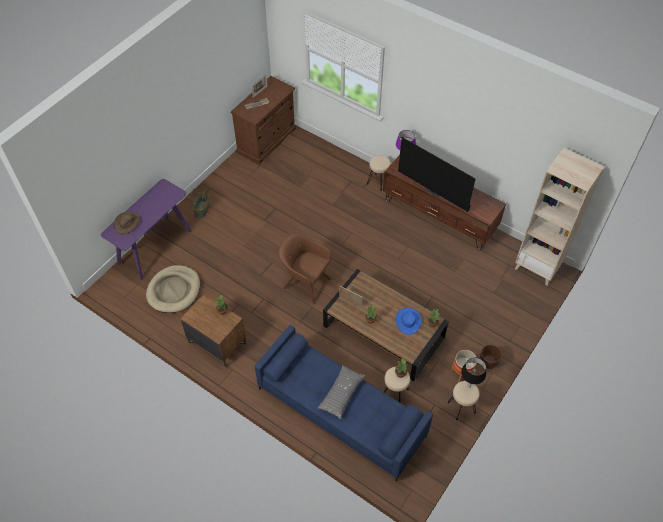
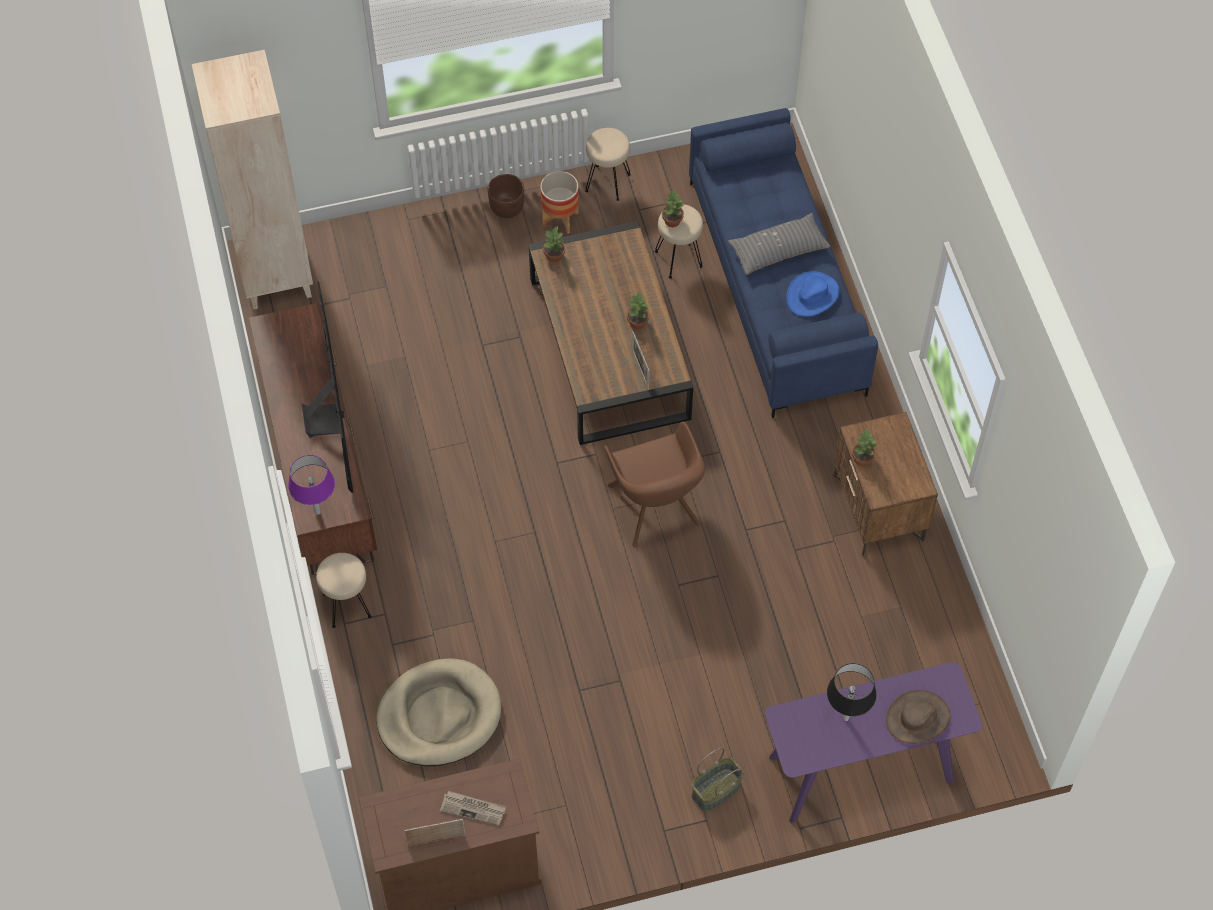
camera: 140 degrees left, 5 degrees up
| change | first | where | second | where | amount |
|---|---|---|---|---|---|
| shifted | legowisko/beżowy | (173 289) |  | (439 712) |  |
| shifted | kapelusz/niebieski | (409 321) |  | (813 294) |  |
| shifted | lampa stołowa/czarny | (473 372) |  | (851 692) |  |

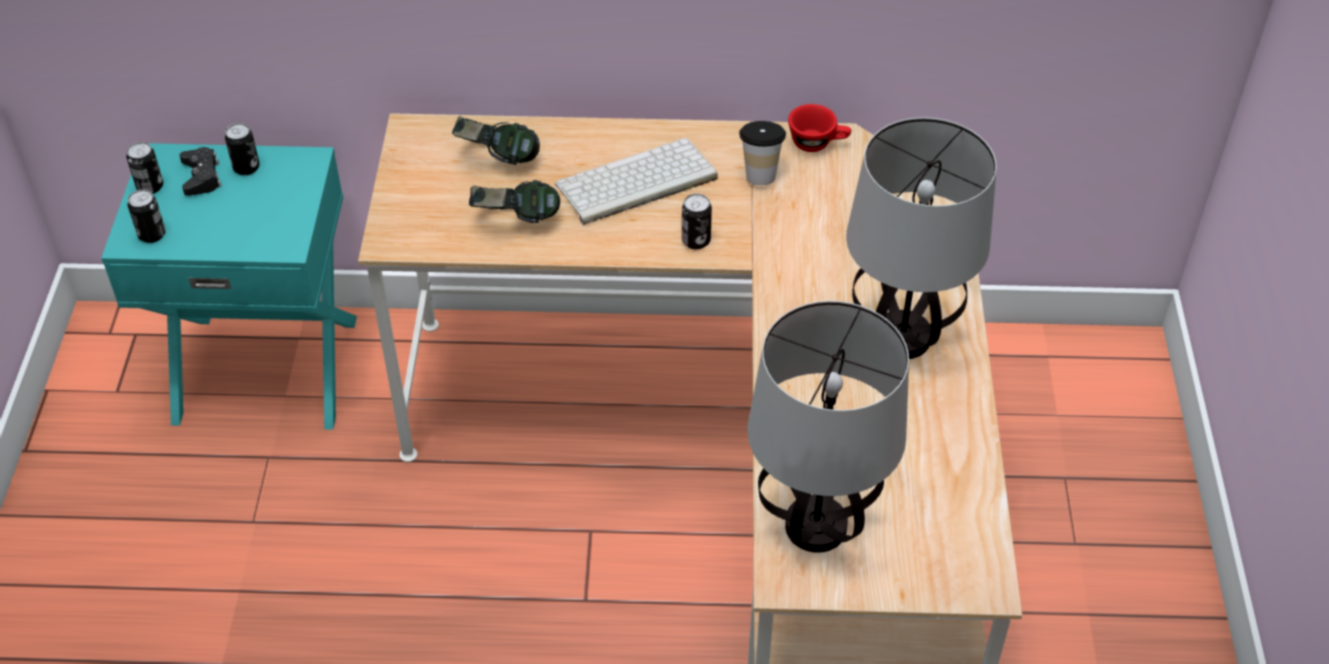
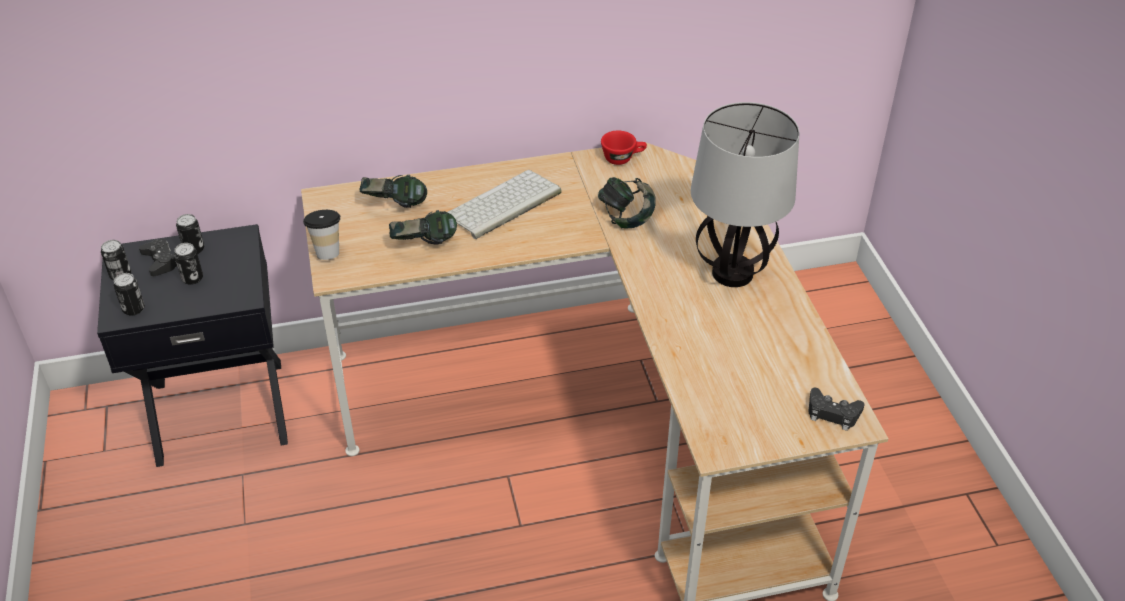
camera: 15 degrees left, 5 degrees down
| change | first | where | second | where | amount |
|---|---|---|---|---|---|
| repainted | szafka nocna/turkusowy | (229 286) | szafka nocna/czarny | (192 345) |  |
| shifted | puszka | (697 221) |  | (188 264) |  |
| shifted | filiżanka | (762 153) |  | (321 235) |  |
| gone | lampa stołowa | (828 427) |  |  |  |
| new |  |  | słuchawki | (627 202) |  |
| new |  |  | pad do gier/czarny | (836 409) |  |

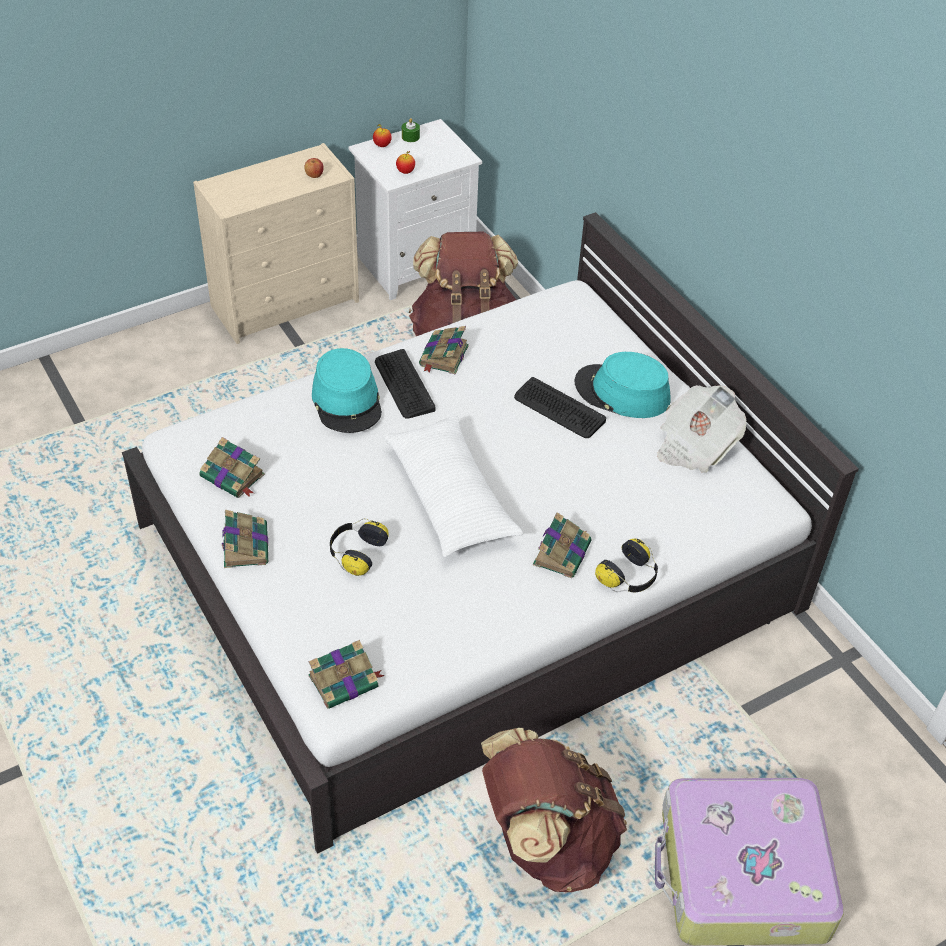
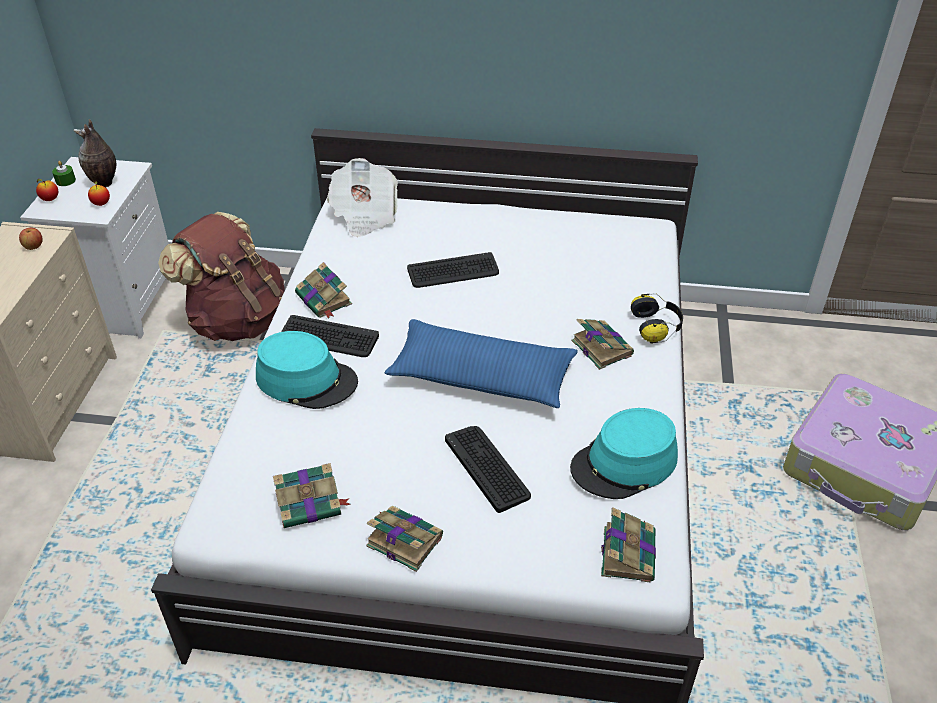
camera: 50 degrees left, 5 degrees down
| change | first | where | second | where | amount |
|---|---|---|---|---|---|
| swapped | słuchawki | (359 547) | klawiatura | (488 469) |  |
| repainted | poduszka/biały | (453 486) | poduszka/niebieski | (481 363) |  |
| gone | plecak/brązowy | (554 810) |  |  |  |
| shifted | kapelusz/turkusowy | (622 385) |  | (624 453) |  |
| shifted | gazeta | (701 429) |  | (362 197) |  |
| new |  |  | wazon | (95 153) |  |

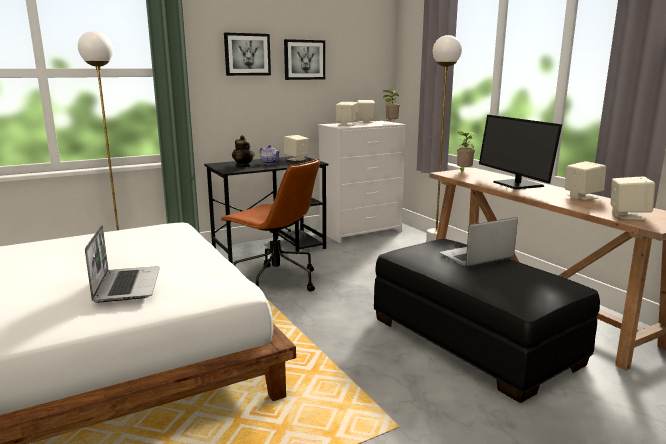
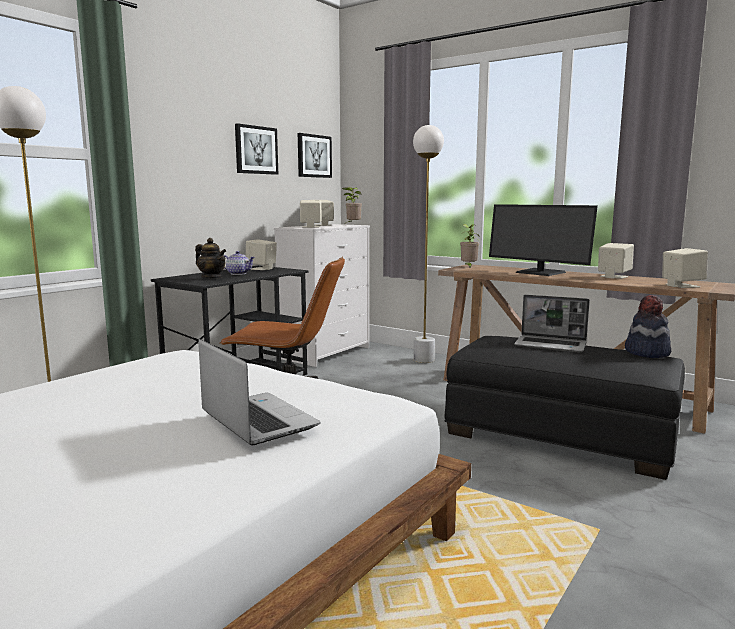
camera: 25 degrees left, 5 degrees down
| change | first | where | second | where | amount |
|---|---|---|---|---|---|
| shifted | obraz | (247 54) |  | (315 155) |  |
| rotated | laptop | (478 242) |  | (552 324) | 105 degrees counterclockwise |
| new |  |  | kapelusz | (648 326) |  |

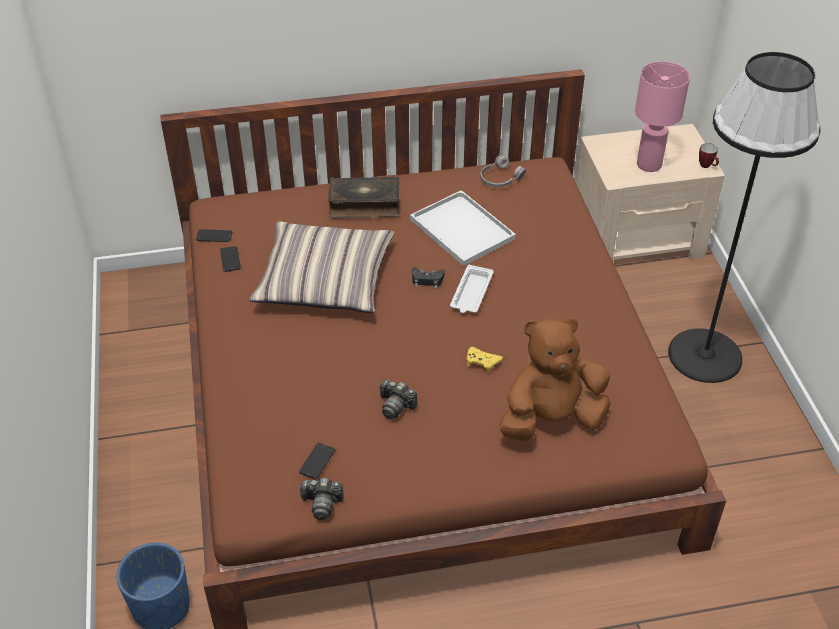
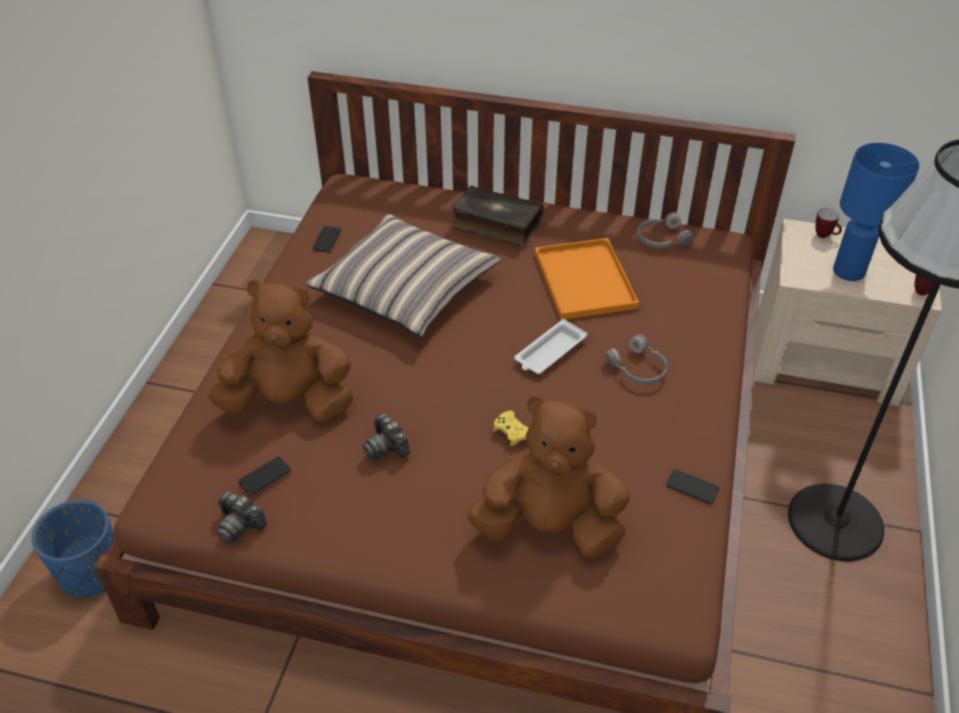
camera: 25 degrees right, 0 degrees up
| change | first | where | second | where | amount |
|---|---|---|---|---|---|
| shifted | telefon | (214 235) |  | (693 486) |  |
| repainted | taca/biały | (463 228) | taca/pomarańczowy | (587 279) |  |
| gone | pad do gier/czarny | (428 277) |  |  |  |
| repainted | lampa stołowa/różowy | (662 116) | lampa stołowa/niebieski | (876 212) |  |
| new |  |  | pluszak/brązowy | (280 351) |  |
| new |  |  | słuchawki/szary | (636 359) |  |
| new |  |  | kubek | (828 223) |  |

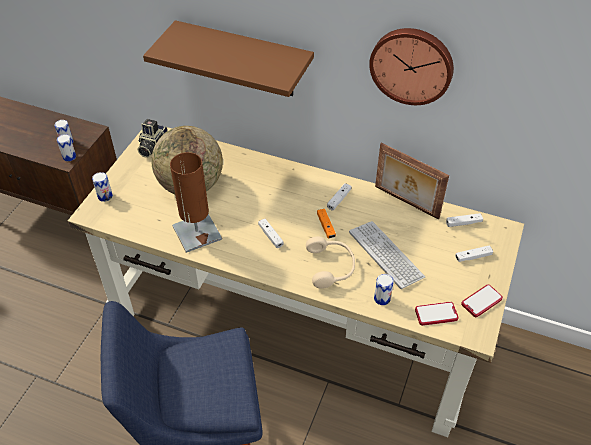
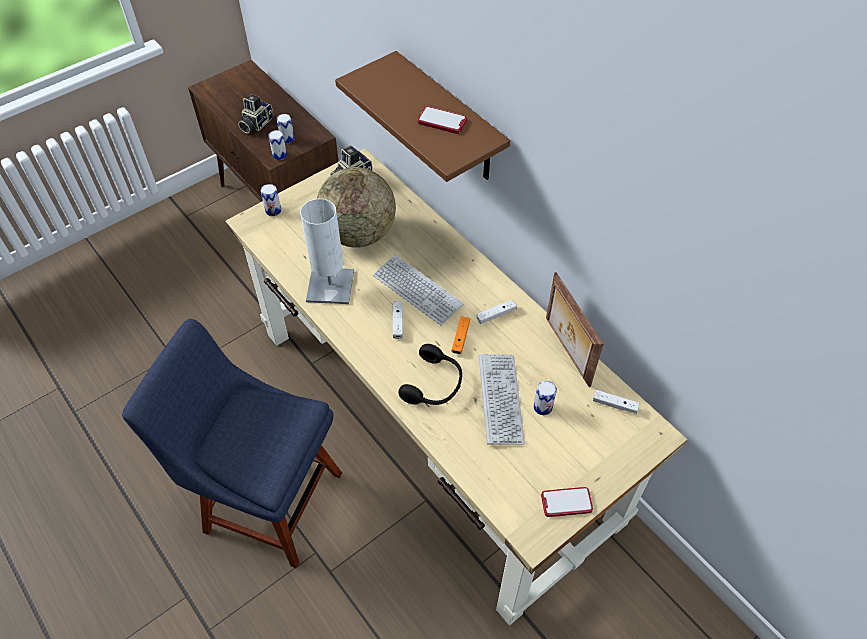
camera: 30 degrees right, 5 degrees up
| change | first | where | second | where | amount |
|---|---|---|---|---|---|
| repainted | lampa stołowa/brązowy | (196 202) | lampa stołowa/biały | (327 251) |  |
| repainted | słuchawki/beżowy | (330 262) | słuchawki/czarny | (430 374) |  |
| gone | zegar ścienny | (411 66) |  |  |  |
| shifted | puszka | (384 289) |  | (545 398) |  |
| shifted | telefon | (436 314) |  | (442 120) |  |
| gone | pad do gier/biały | (474 253) |  |  |  |
| new |  |  | aparat fotograficzny | (255 113) |  |
| new |  |  | klawiatura | (418 290) |  |

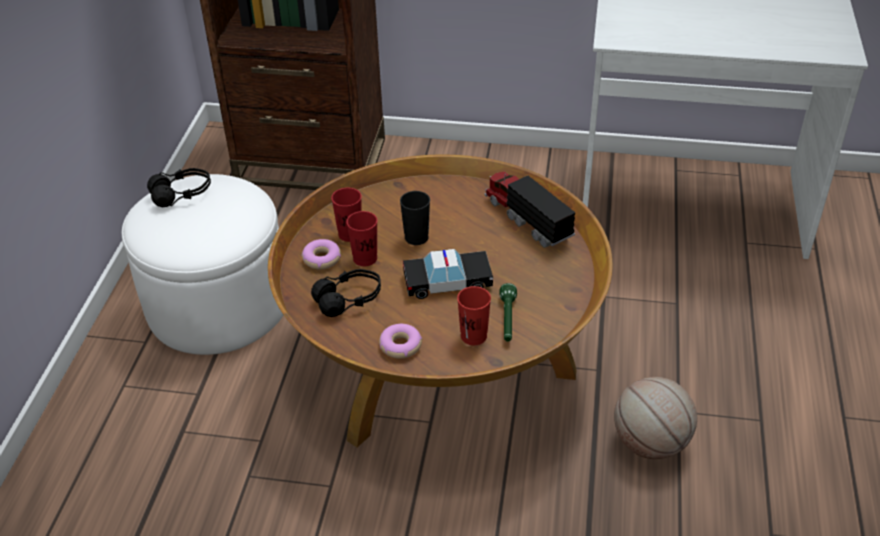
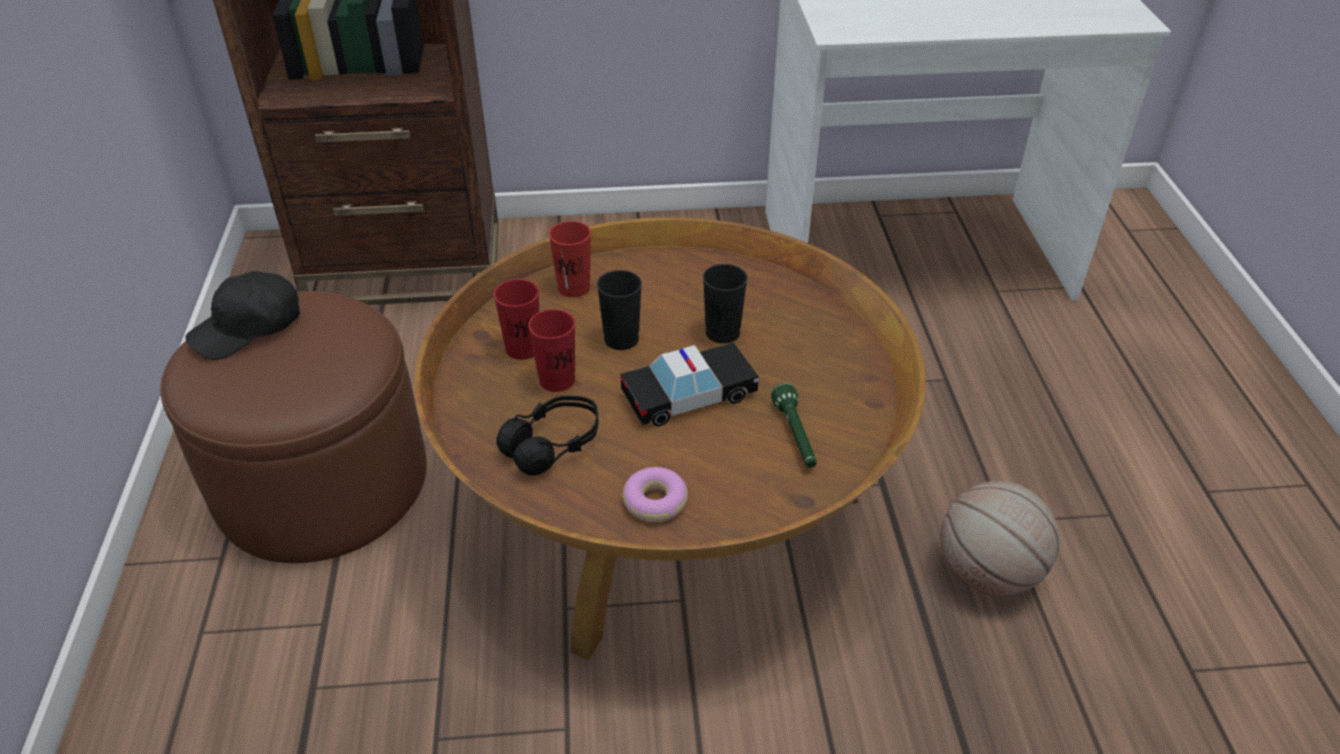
camera: 15 degrees left, 0 degrees up
| change | first | where | second | where | amount |
|---|---|---|---|---|---|
| repainted | pufa/biały | (202 264) | pufa/brązowy | (293 427) |  |
| swapped | słuchawki/czarny | (179 187) | czapka z daszkiem/czarny | (242 315) |  |
| gone | donut | (321 254) |  |  |  |
| shifted | filiżanka/czerwony | (474 315) |  | (570 259) |  |
| gone | ciężarówka zabawkowa | (530 209) |  |  |  |
| new |  |  | filiżanka/czarny | (725 304) |  |

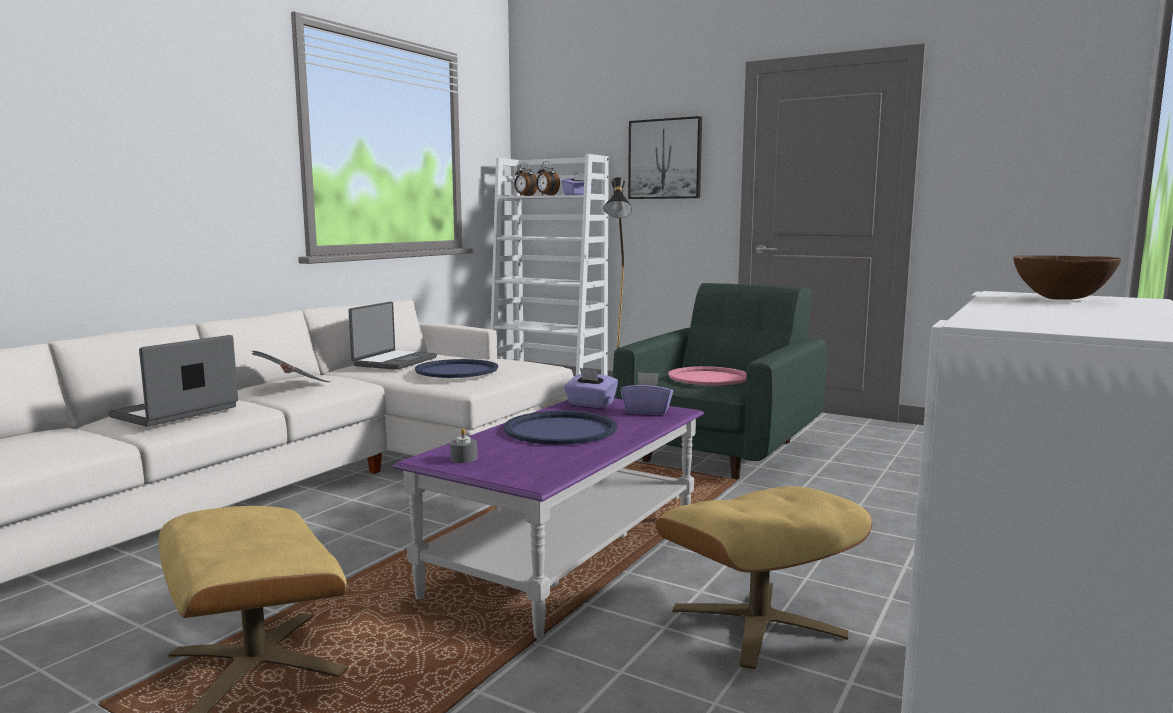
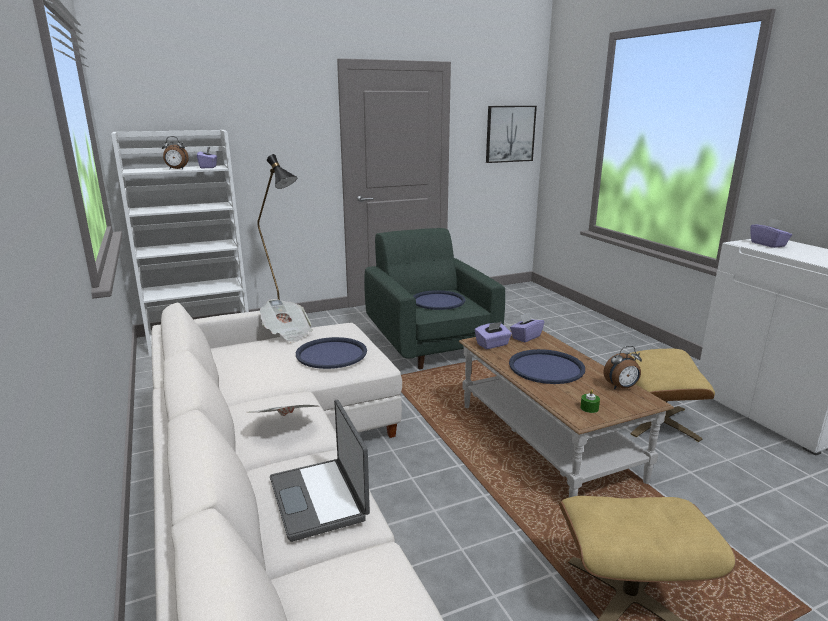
camera: 55 degrees left, 10 degrees up
| change | first | where | second | where | amount |
|---|---|---|---|---|---|
| gone | laptop | (392 335) |  |  |  |
| repainted | ława/fioletowy | (548 519) | ława/brązowy | (566 413) |  |
| repainted | świeca/szary | (463 445) | świeca/zielony | (590 401) |  |
| shifted | budzik | (525 179) |  | (623 367) |  |
| shifted | obraz | (665 157) |  | (511 134) |  |
| repainted | taca/różowy | (707 376) | taca/niebieski | (439 300) |  |
| swapped | miska/brązowy | (1067 277) | pudełko chusteczek/fioletowy | (771 233) |  |
| new |  |  | gazeta | (286 321) |  |

